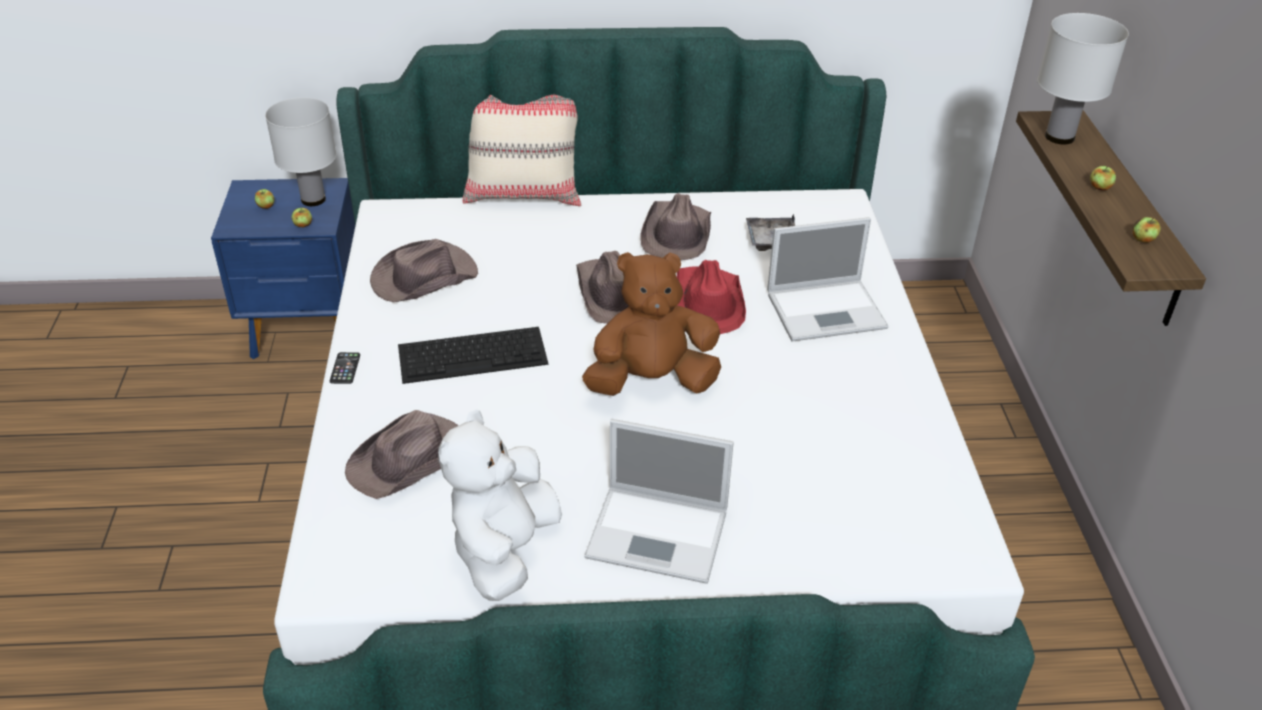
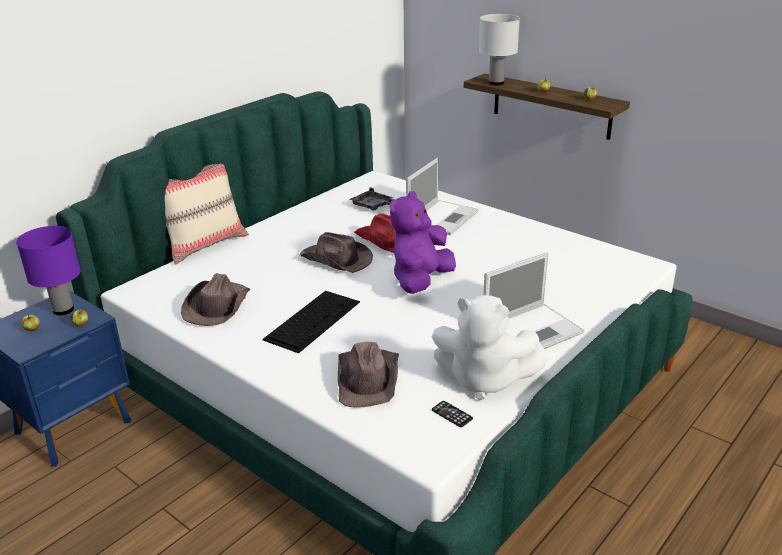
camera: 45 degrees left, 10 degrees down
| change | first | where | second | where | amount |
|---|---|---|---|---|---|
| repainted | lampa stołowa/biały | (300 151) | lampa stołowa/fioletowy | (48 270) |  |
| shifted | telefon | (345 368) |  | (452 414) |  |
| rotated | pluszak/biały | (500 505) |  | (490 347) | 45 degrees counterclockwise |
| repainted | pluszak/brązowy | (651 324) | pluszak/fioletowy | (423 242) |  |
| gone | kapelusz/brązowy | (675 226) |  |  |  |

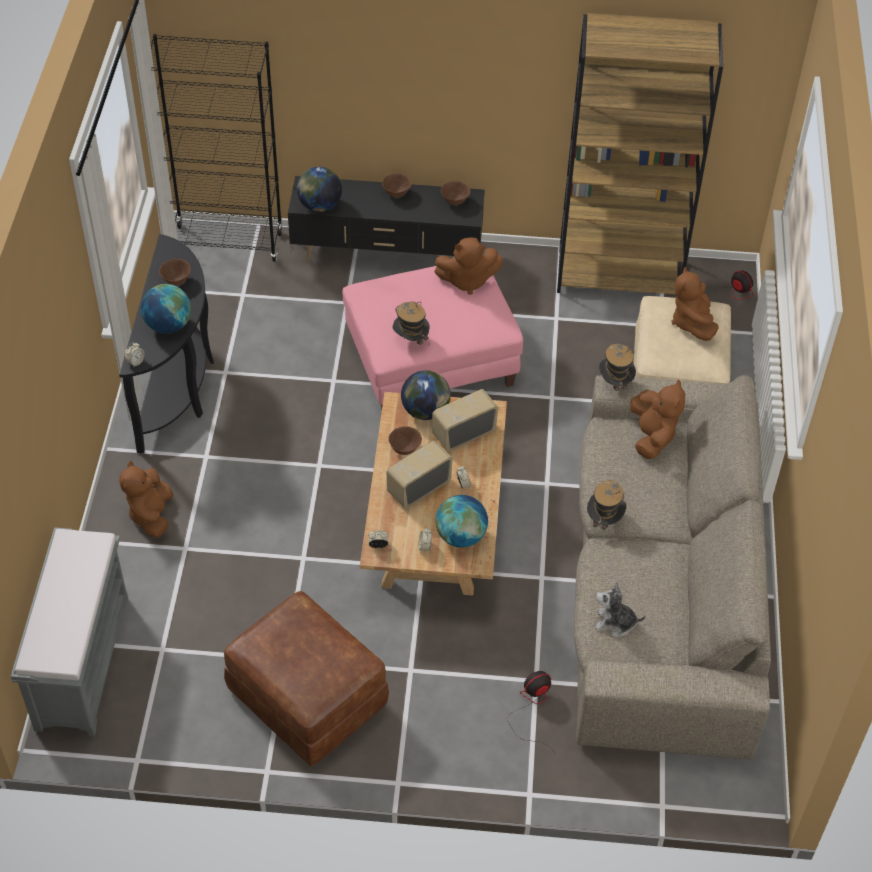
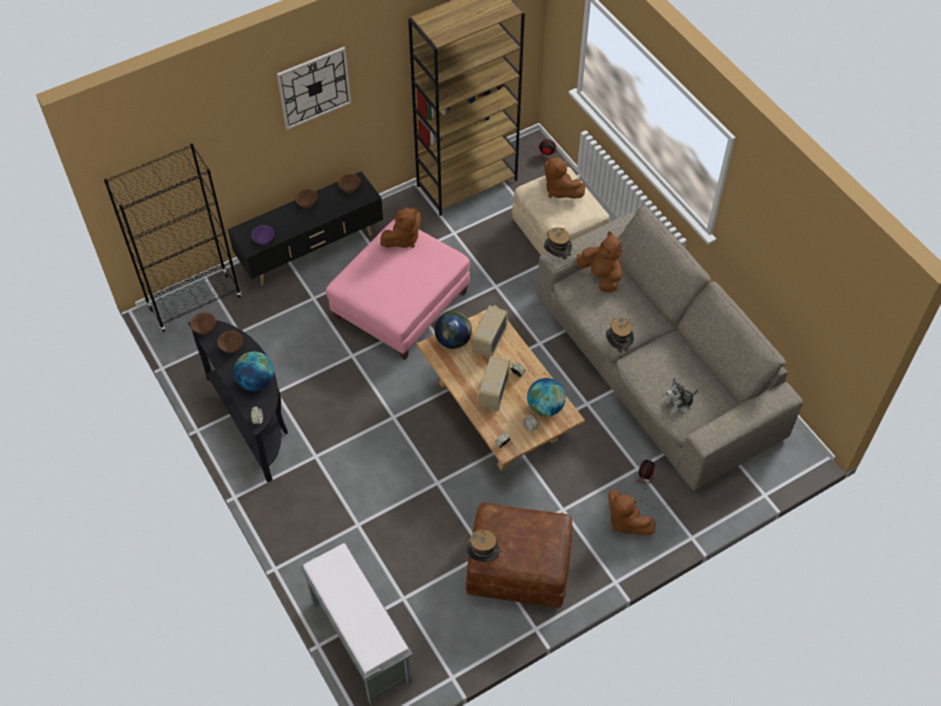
camera: 35 degrees left, 5 degrees up
| change | first | where | second | where | amount |
|---|---|---|---|---|---|
| shifted | pluszak/brązowy | (146 499) |  | (632 512) |  |
| swapped | globus | (319 189) | miska/fioletowy | (262 235) |  |
| shifted | miska/brązowy | (405 440) |  | (203 323) |  |
| shifted | kapelusz | (410 323) |  | (483 545) |  |
| new |  |  | zegar ścienny | (314 88) |  |

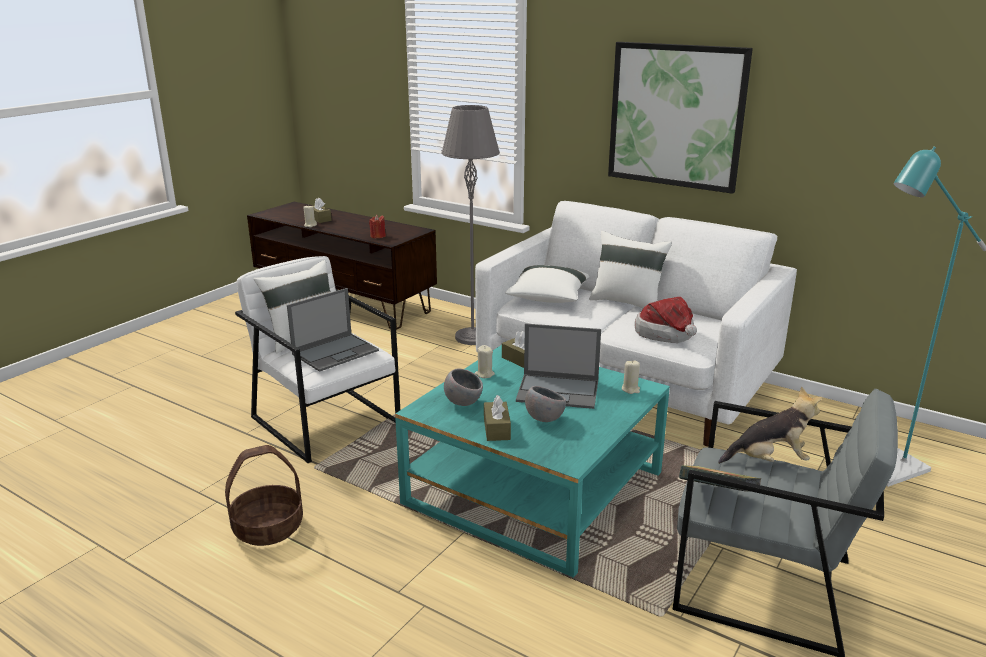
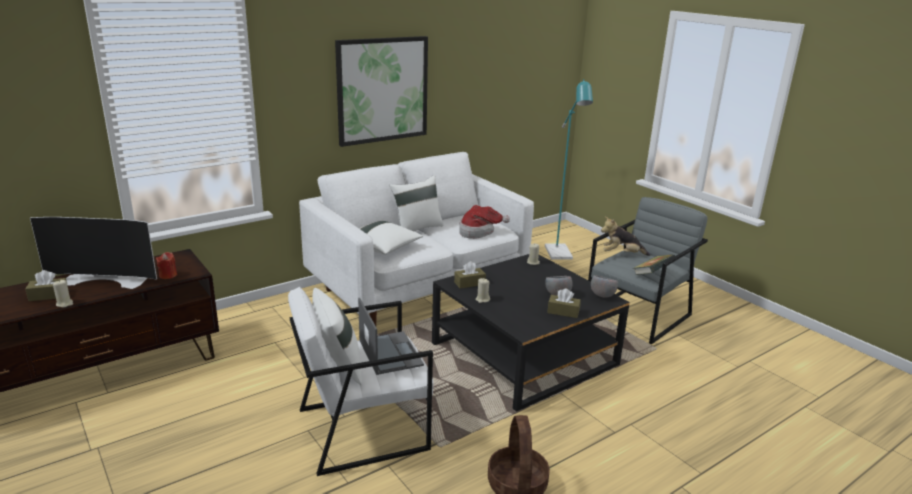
camera: 70 degrees left, 0 degrees up
| change | first | where | second | where | amount |
|---|---|---|---|---|---|
| repainted | ława/turkusowy | (532 461) | ława/czarny | (531 333) |  |
| gone | lampa stojąca/szary | (471 225) |  |  |  |
| shifted | miska/szary | (463 387) |  | (604 286) |  |
| gone | laptop | (558 366) |  |  |  |
| rotated | pluszak | (770 425) |  | (625 236) | 105 degrees counterclockwise |
| new |  |  | telewizor | (93 253) |  |

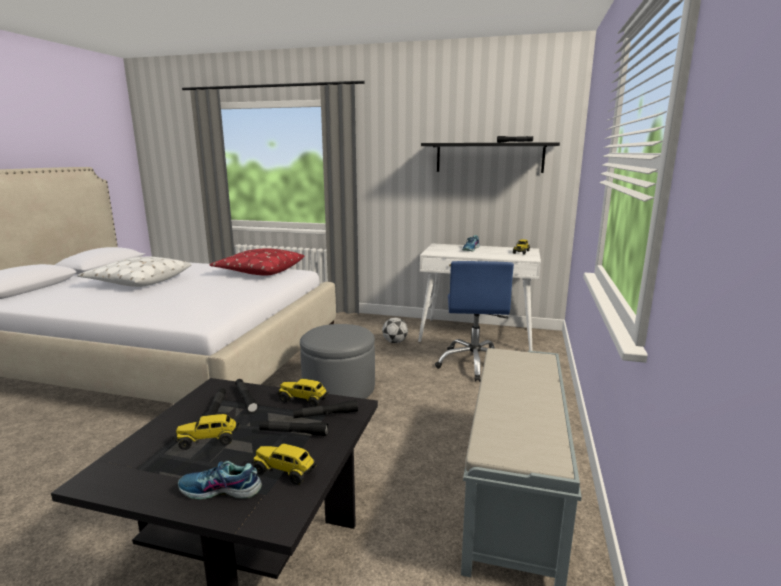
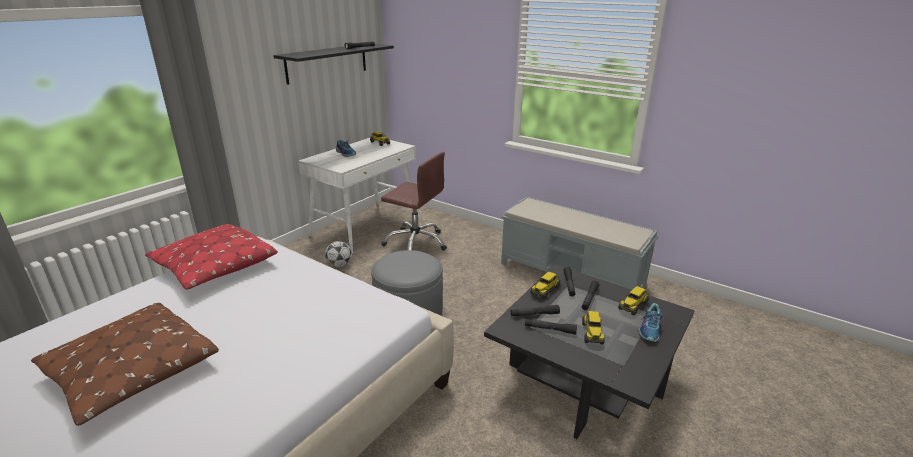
camera: 70 degrees left, 10 degrees up
| change | first | where | second | where | amount |
|---|---|---|---|---|---|
| repainted | poduszka/biały | (134 272) | poduszka/brązowy | (125 364) |  |
| repainted | krzesło biurowe/niebieski | (474 321) | krzesło biurowe/brązowy | (414 201) |  |

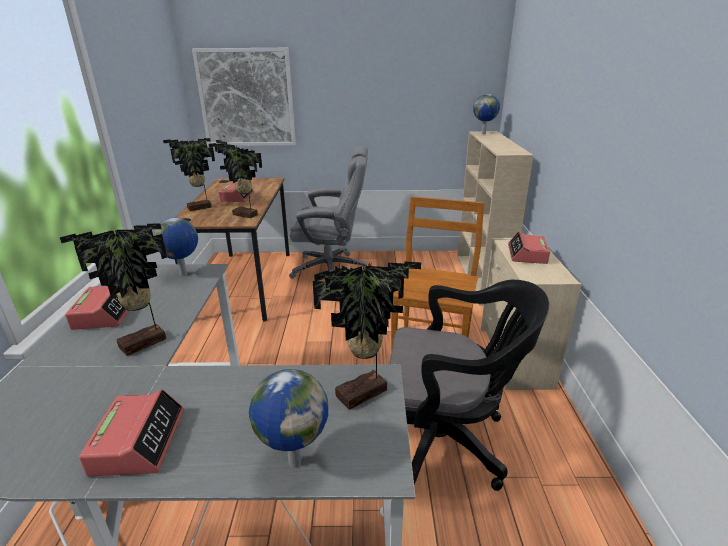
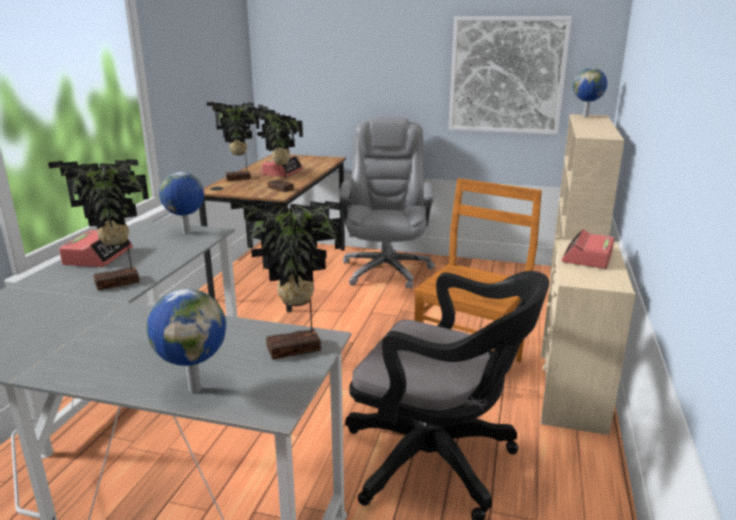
camera: 15 degrees right, 5 degrees down
| change | first | where | second | where | amount |
|---|---|---|---|---|---|
| gone | budzik | (131 433) |  |  |  |
| shifted | obraz | (244 97) |  | (510 75) |  |
| rotated | krzesło biurowe/szary | (328 212) |  | (387 203) | 105 degrees counterclockwise |

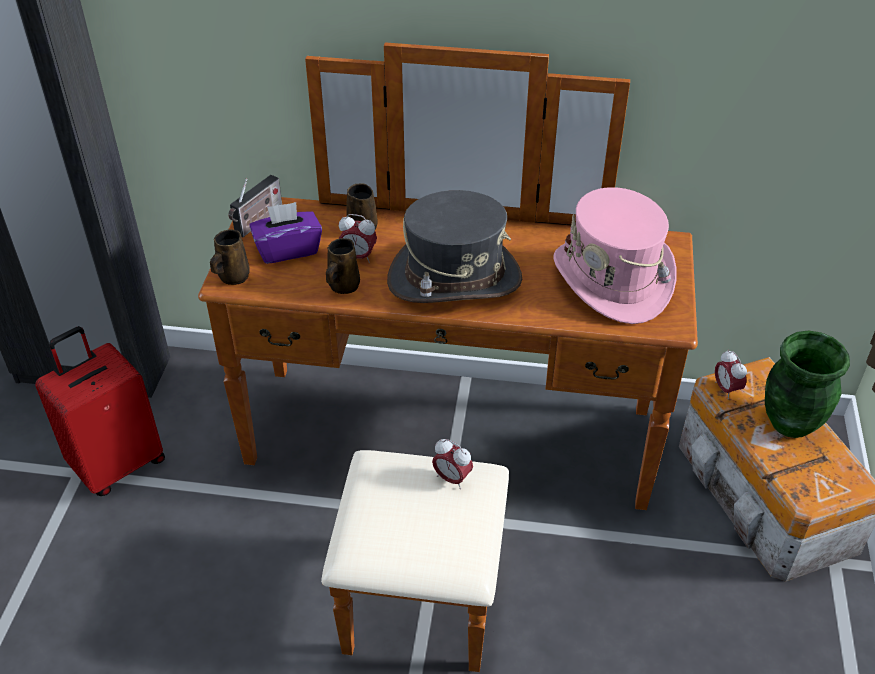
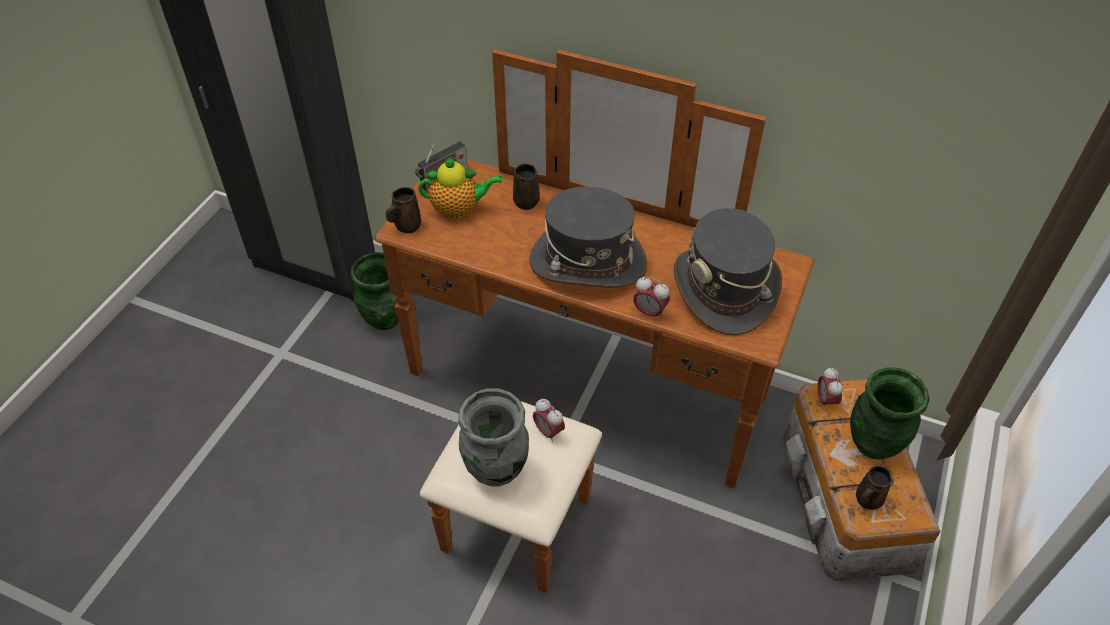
camera: 15 degrees right, 5 degrees up
| change | first | where | second | where | amount |
|---|---|---|---|---|---|
| gone | walizka/czerwony | (100 411) |  |  |  |
| swapped | pudełko chusteczek/fioletowy | (285 233) | imbryk | (460 188) |  |
| shifted | kubek/brązowy | (343 266) |  | (874 488) |  |
| shifted | budzik | (358 238) |  | (651 299) |  |
| repainted | kapelusz/różowy | (615 255) | kapelusz/szary | (728 271) |  |
| new |  |  | wazon/zielony | (374 291) |  |
| new |  |  | wazon/szary | (493 437) |  |

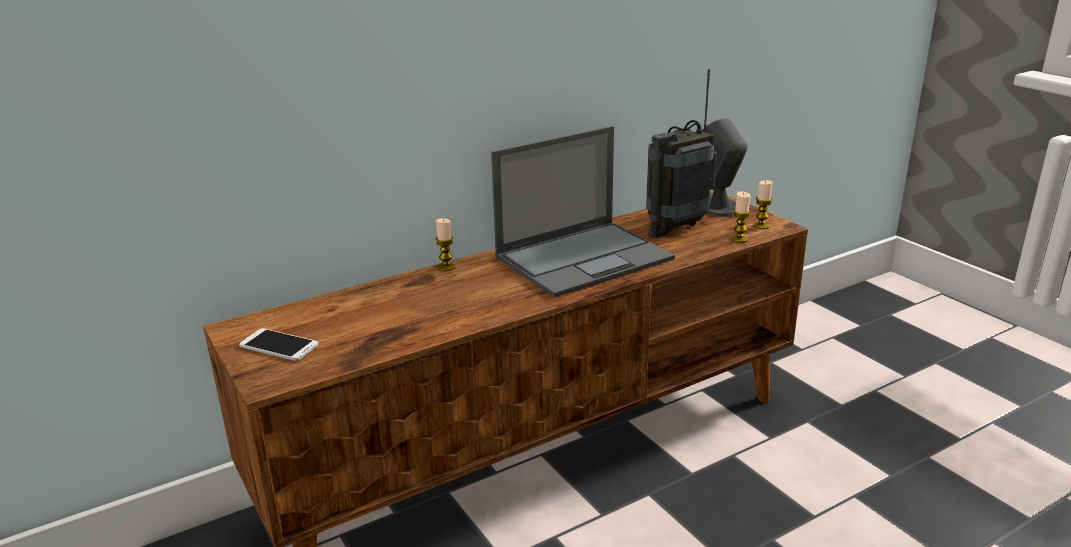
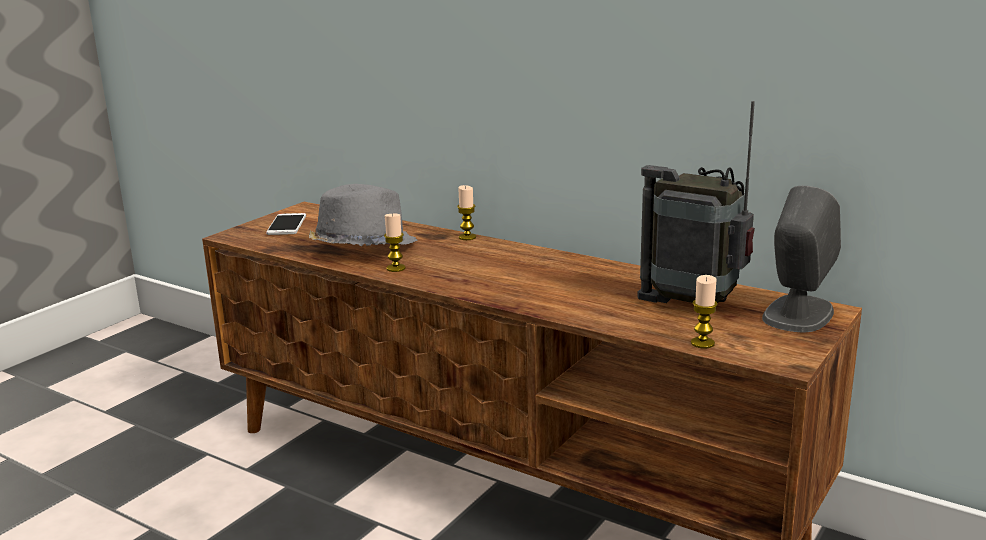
camera: 65 degrees right, 5 degrees down
| change | first | where | second | where | amount |
|---|---|---|---|---|---|
| gone | laptop | (583 212) |  |  |  |
| shifted | świeca | (762 204) |  | (395 242) |  |
| new |  |  | kapelusz/szary | (363 215) |  |

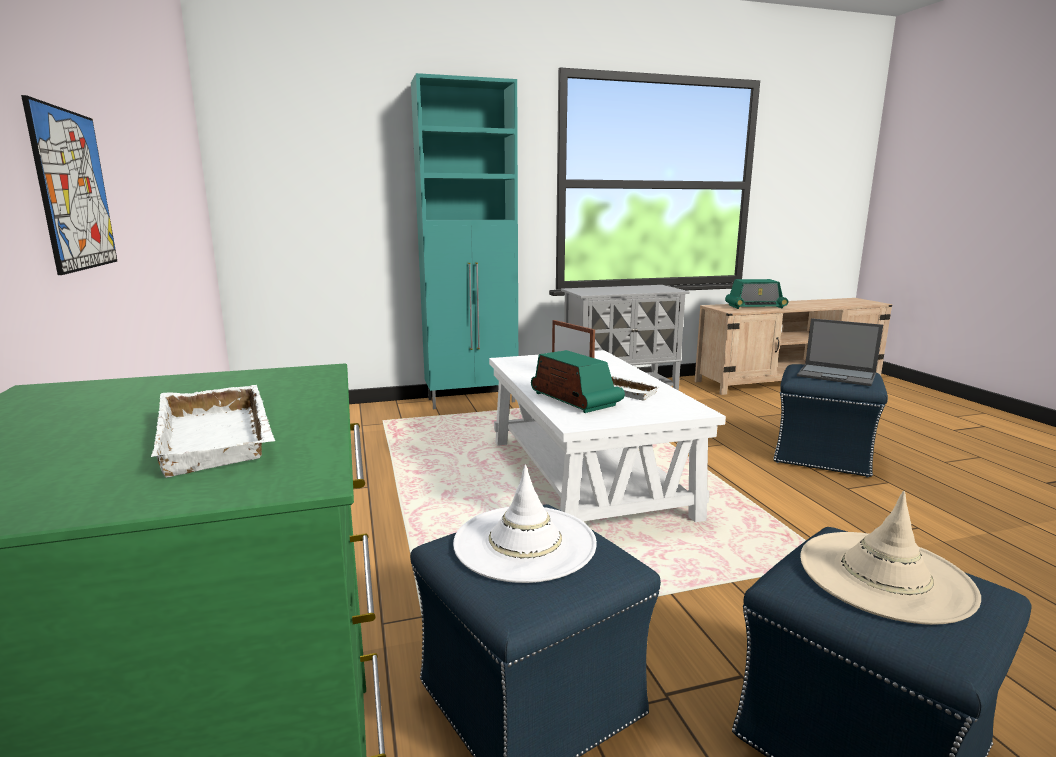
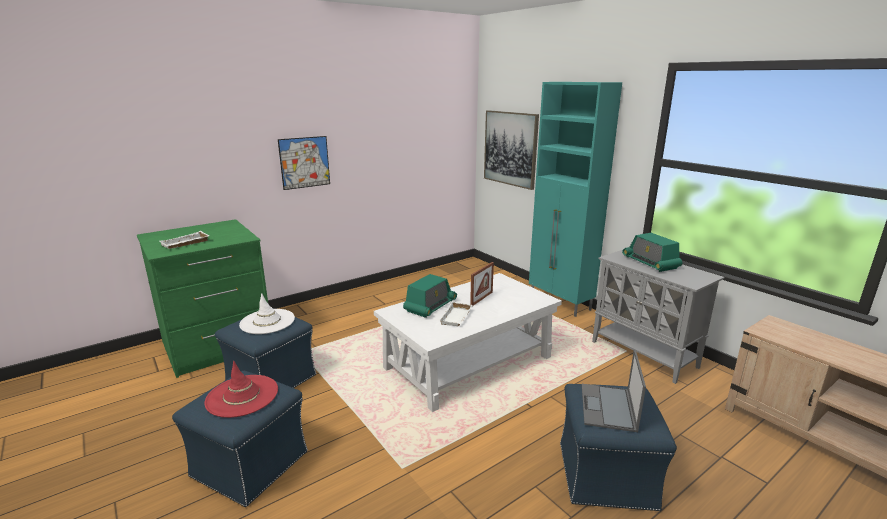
camera: 70 degrees right, 5 degrees up
| change | first | where | second | where | amount |
|---|---|---|---|---|---|
| shifted | radio | (756 294) |  | (652 252) |  |
| repainted | kapelusz/beżowy | (890 558) | kapelusz/czerwony | (241 389) |  |
| new |  |  | obraz | (511 150) |  |

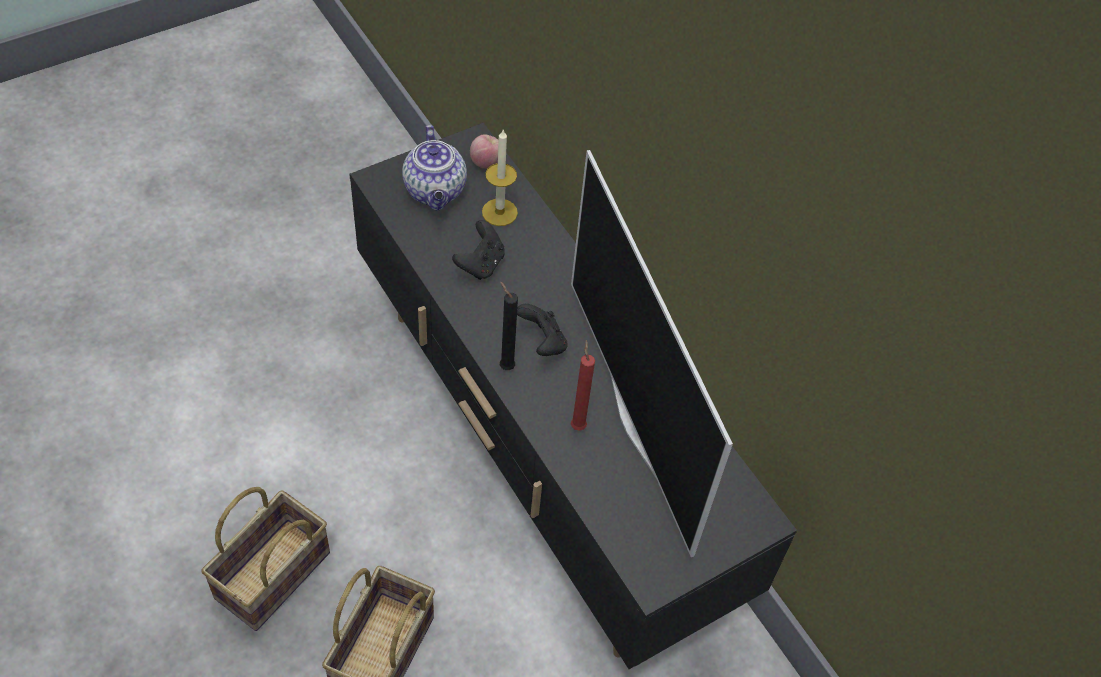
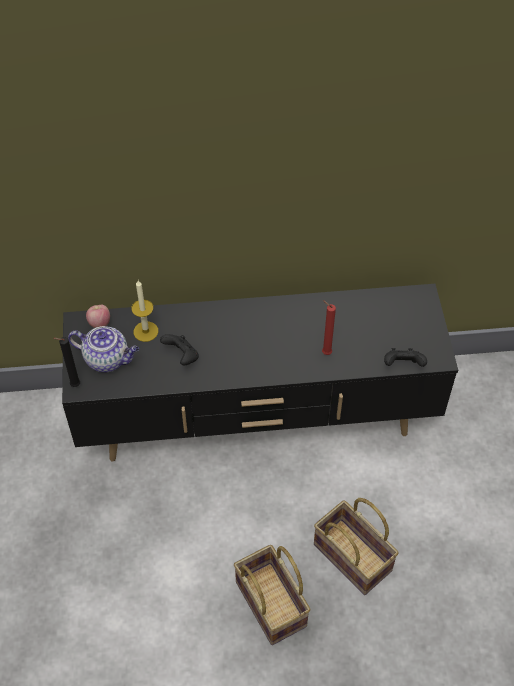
camera: 60 degrees left, 0 degrees up
| change | first | where | second | where | amount |
|---|---|---|---|---|---|
| shifted | świeca/czarny | (509 326) |  | (66 362) |  |
| shifted | pad do gier/czarny | (542 330) |  | (405 357) |  |
| gone | telewizor | (652 353) |  |  |  |

